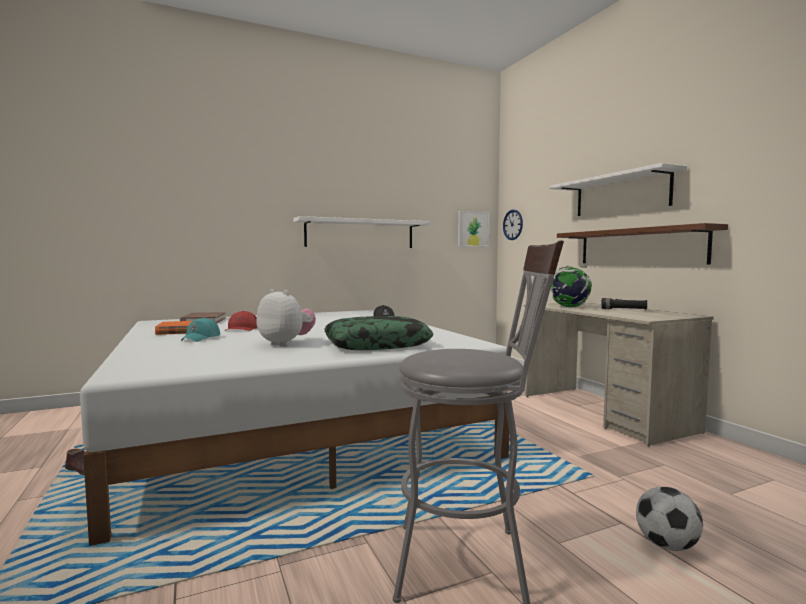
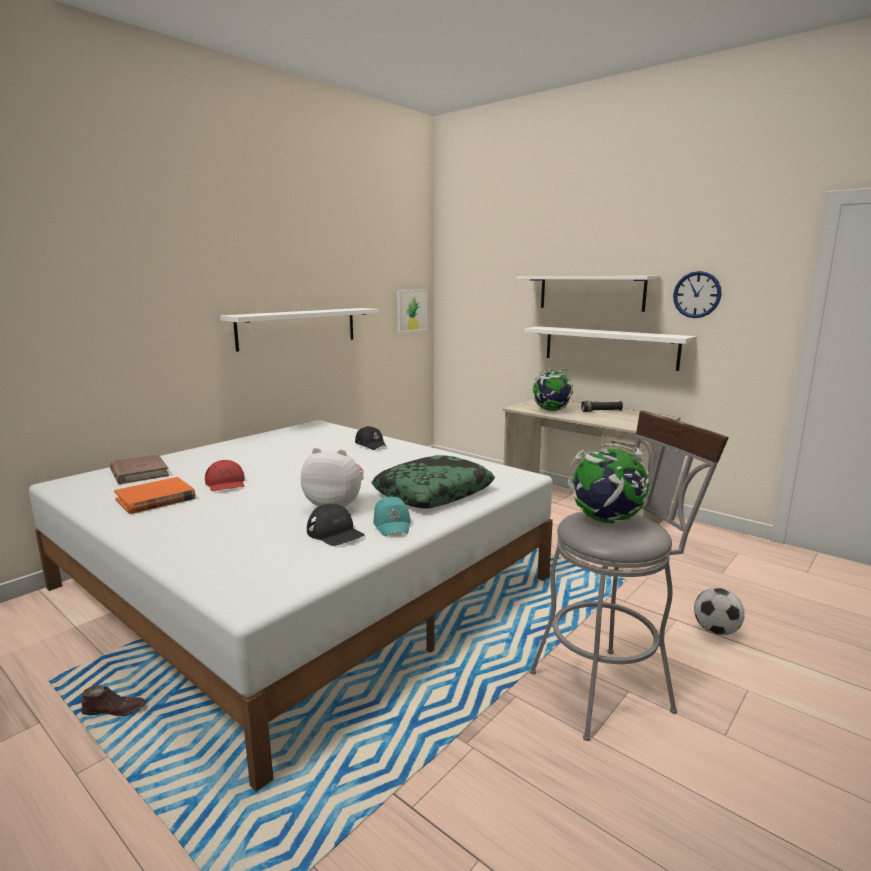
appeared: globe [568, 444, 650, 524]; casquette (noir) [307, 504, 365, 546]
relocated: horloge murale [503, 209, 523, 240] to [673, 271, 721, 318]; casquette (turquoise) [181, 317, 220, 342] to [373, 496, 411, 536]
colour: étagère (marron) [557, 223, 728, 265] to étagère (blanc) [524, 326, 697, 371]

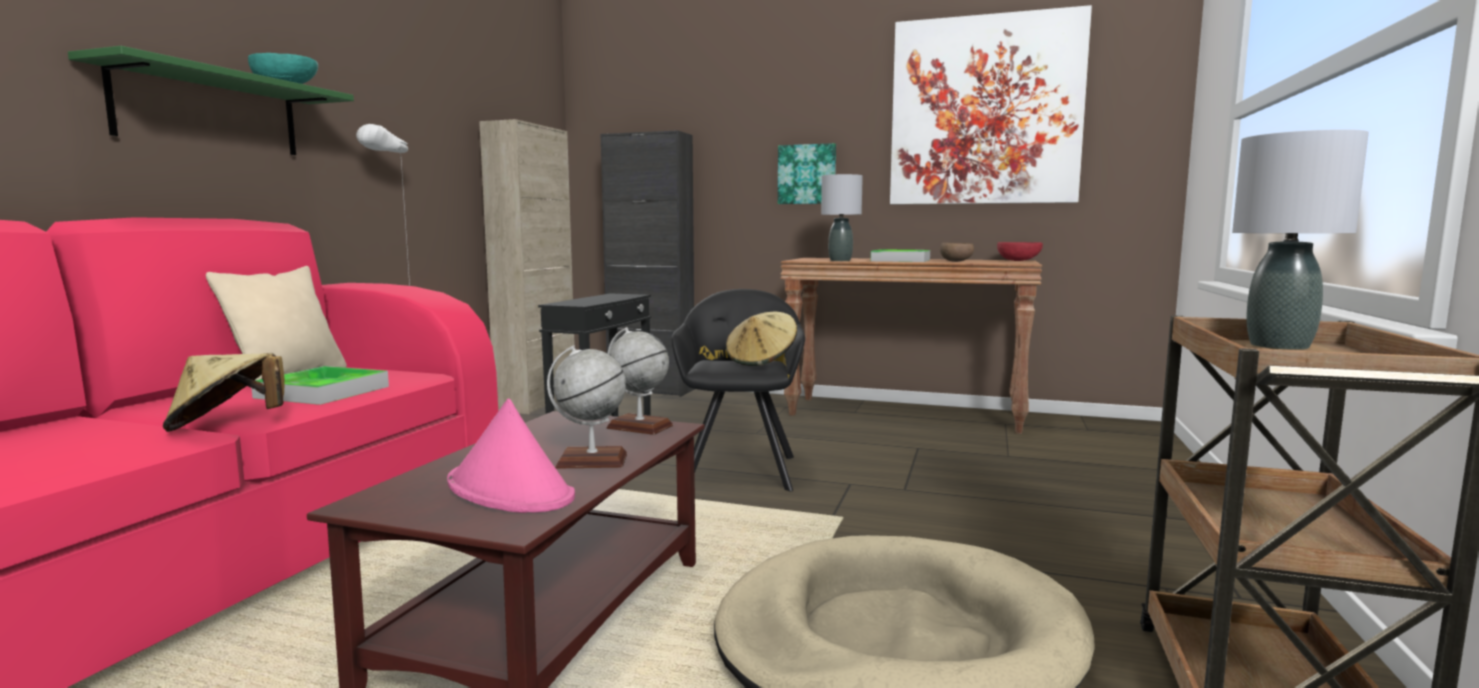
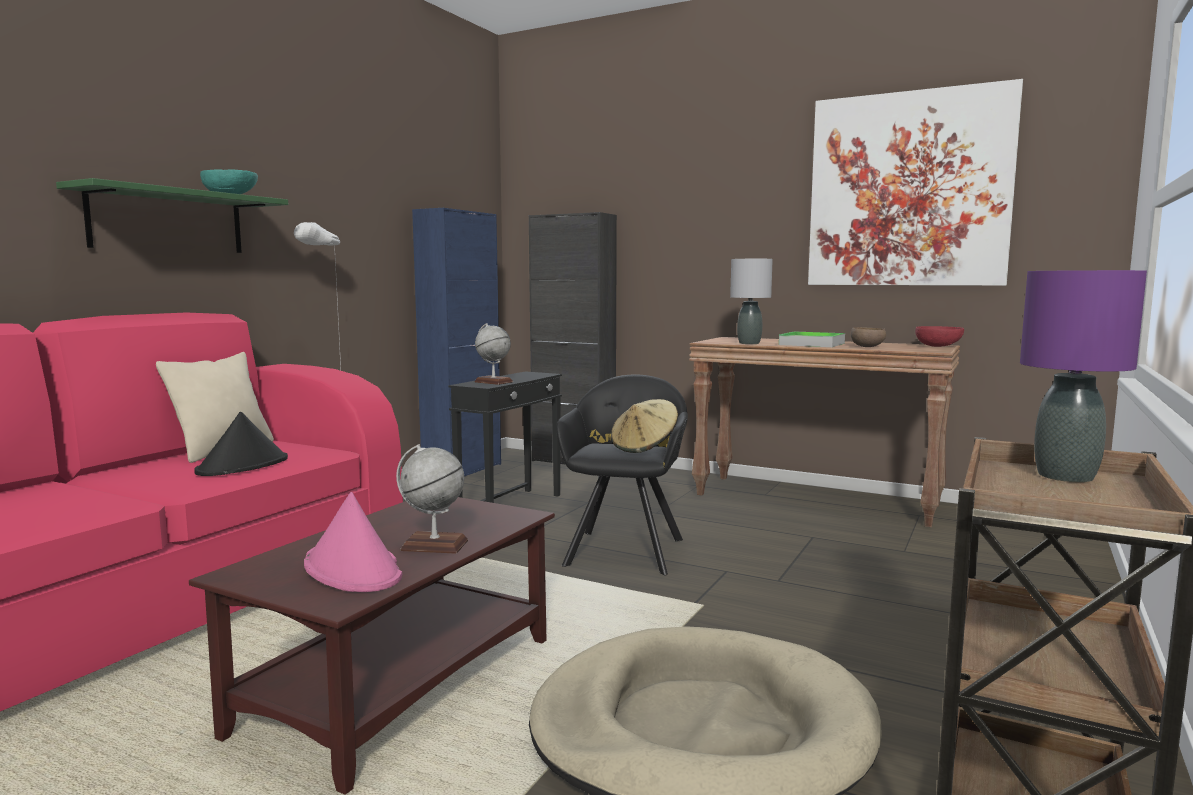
missing: tableau [778, 143, 836, 204]; chapeau (beige) [163, 353, 285, 432]
relocated: globe [606, 327, 673, 435] to [474, 323, 513, 385]
exchanged: plateau [252, 366, 389, 405] to chapeau (noir) [194, 412, 288, 476]
colour: meuble de rangement (beige) [479, 119, 575, 414] to meuble de rangement (bleu) [412, 208, 501, 476]; lampe de table (gris) [1232, 129, 1369, 350] to lampe de table (violet) [1020, 270, 1147, 482]

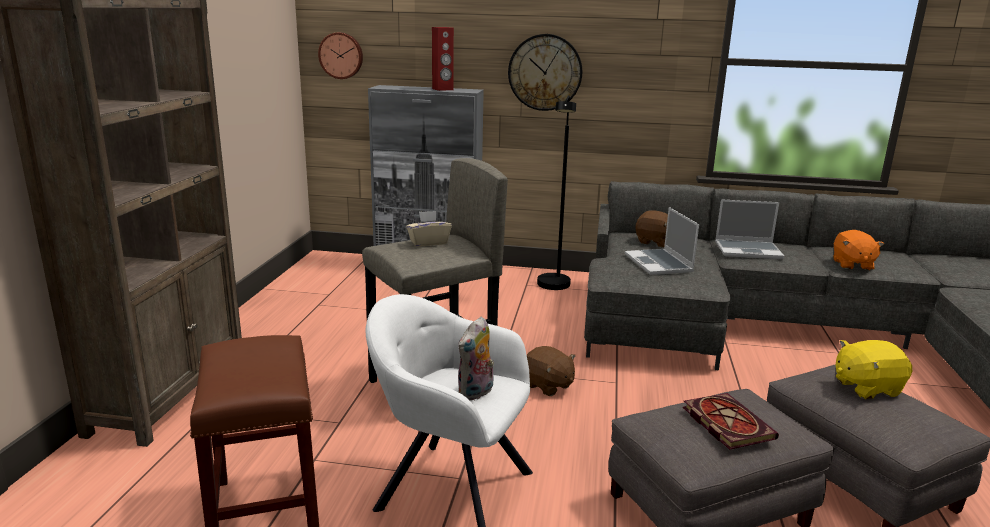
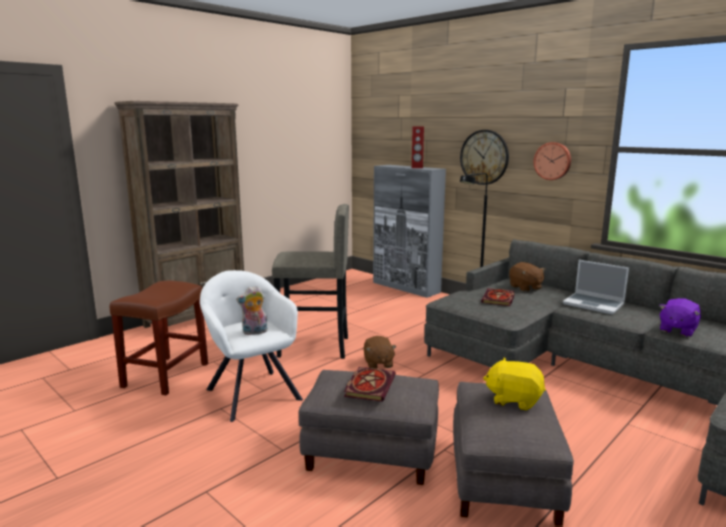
missing: boîte à mouchoirs (beige) [406, 211, 452, 247]
relocated: horloge murale [318, 32, 363, 79] to [533, 142, 571, 180]
exchanged: ordinateur portable [625, 207, 699, 275] to livre [481, 288, 514, 306]
colour: peluche (orange) [833, 230, 884, 270] to peluche (violet) [659, 298, 701, 337]

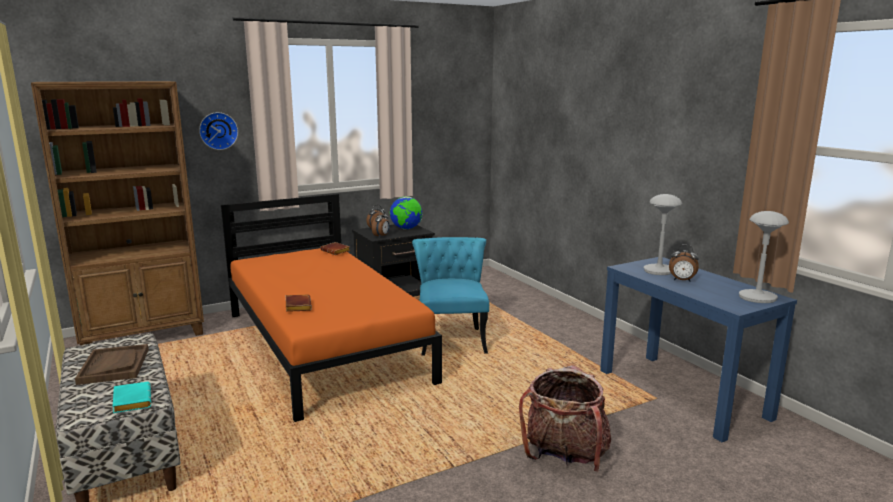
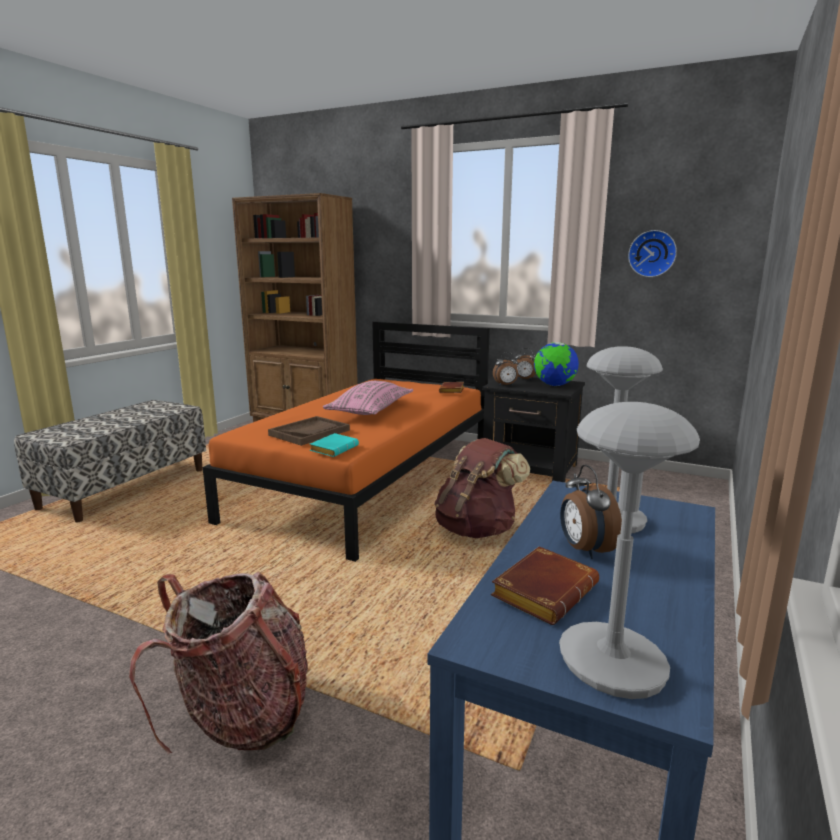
appeared: coussin (rose) [323, 381, 413, 415]
relocated: horloge murale [199, 112, 238, 150] to [628, 230, 677, 277]; livre (marron) [286, 295, 312, 312] to [491, 546, 599, 625]; plateau (marron) [75, 344, 149, 385] to [268, 416, 350, 446]; livre (turquoise) [113, 382, 151, 413] to [310, 433, 359, 457]
exchanged: chaise (turquoise) [412, 237, 489, 356] to sac à dos (marron) [434, 438, 530, 539]

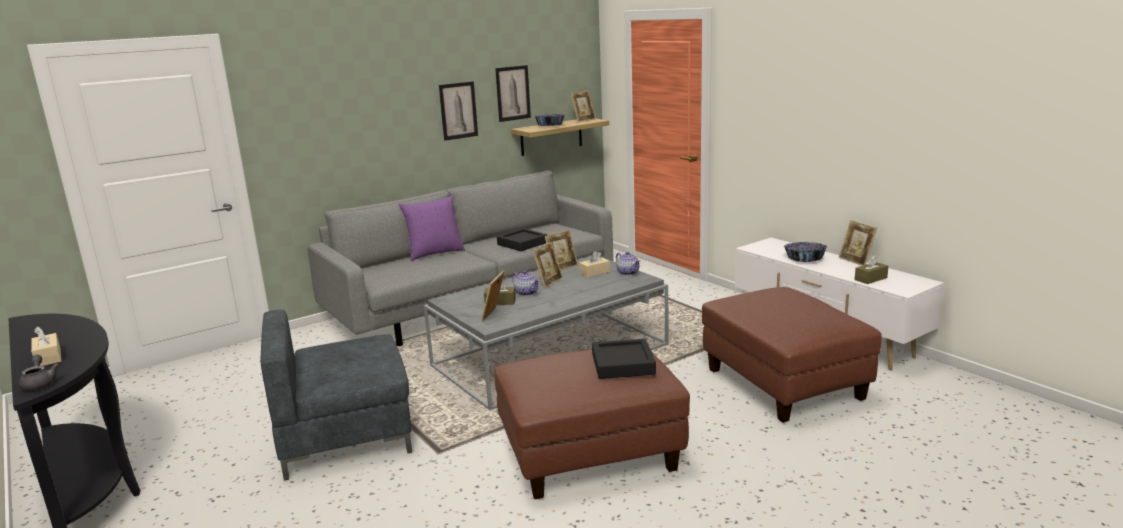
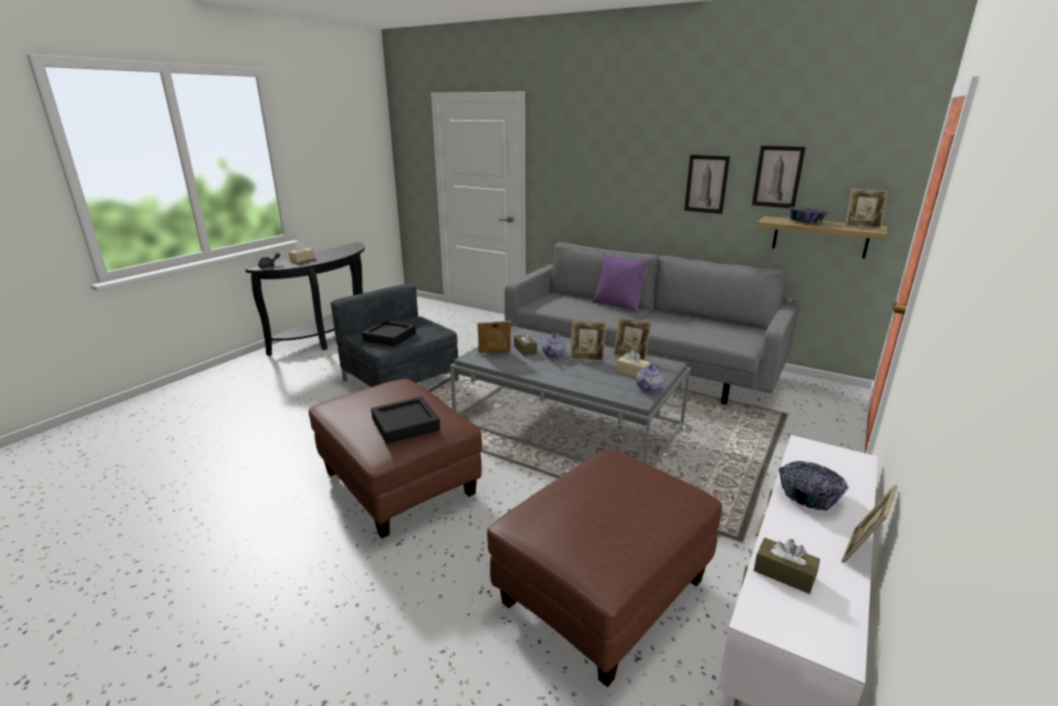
relocated: plateau (noir) [497, 228, 547, 251] to [362, 320, 416, 347]

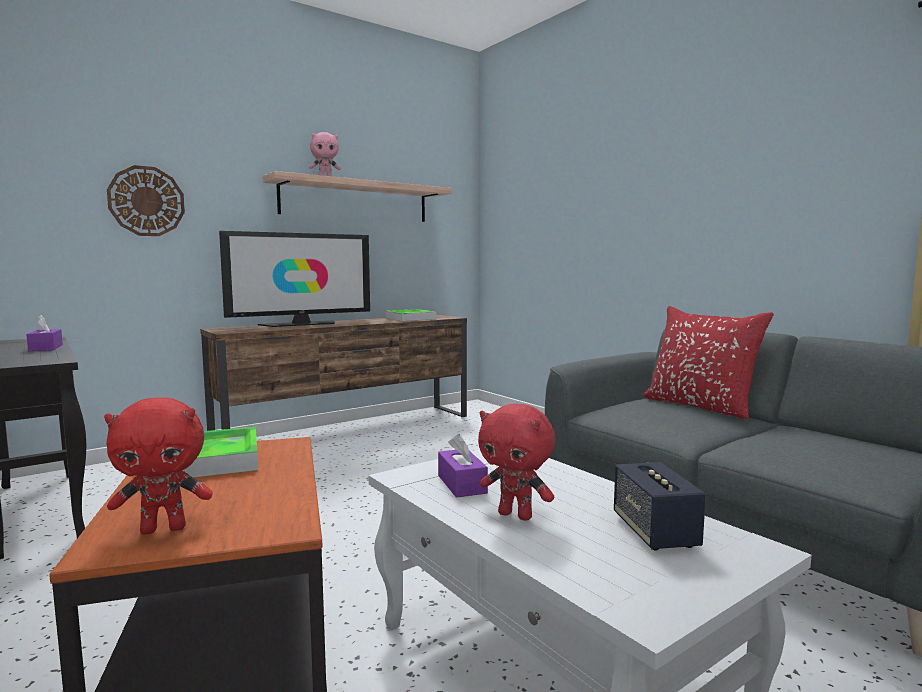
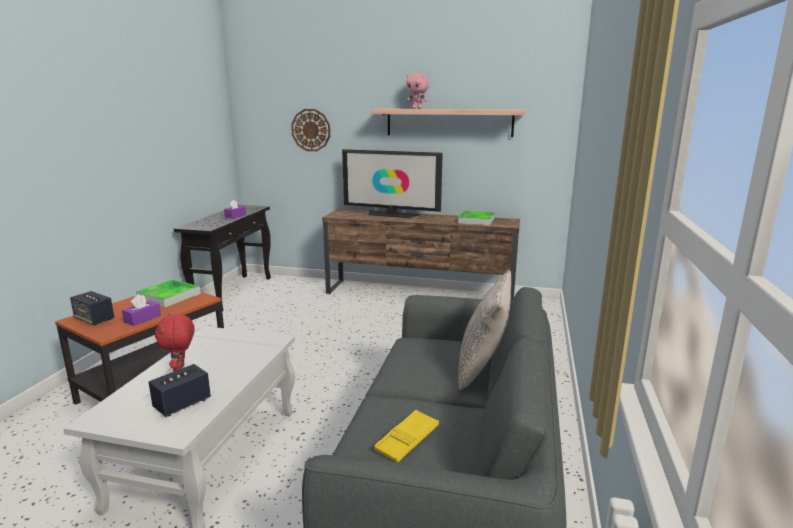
appeared: plateau (jaune) [374, 410, 439, 462]
relocated: boîte à mouchoirs (violet) [438, 434, 488, 498] to [122, 294, 161, 326]
exchanged: peluche (rouge) [104, 397, 213, 534] to enceinte [70, 291, 114, 325]
colour: coussin (rouge) [643, 306, 774, 419] to coussin (gris) [458, 270, 511, 390]

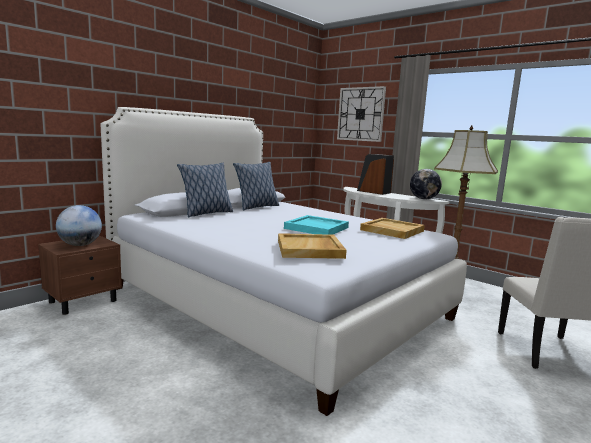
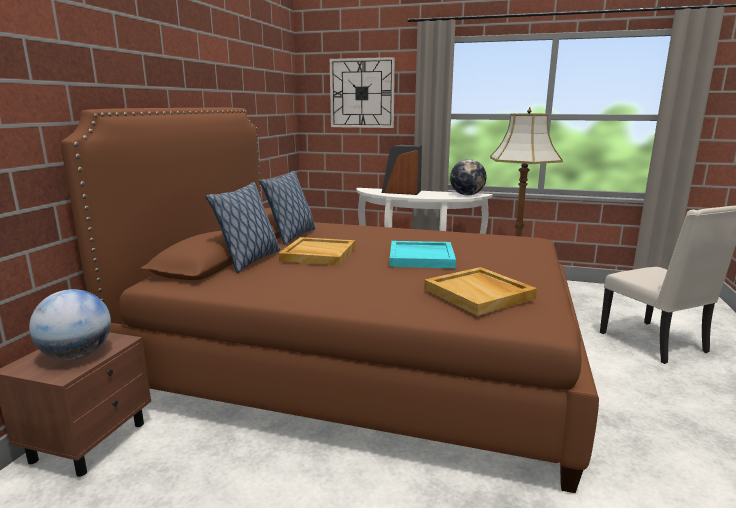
relocated: plateau (beige) [360, 218, 425, 239] to [279, 237, 355, 266]
colour: lit (blanc) [101, 107, 467, 416] to lit (marron) [60, 108, 599, 493]

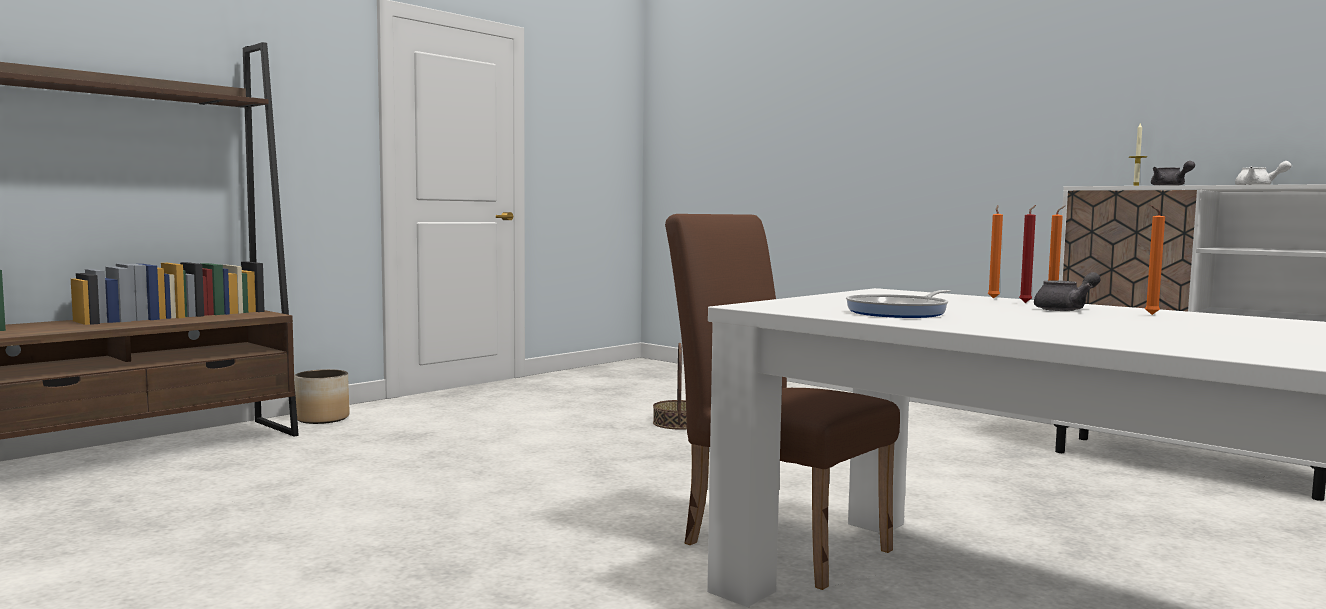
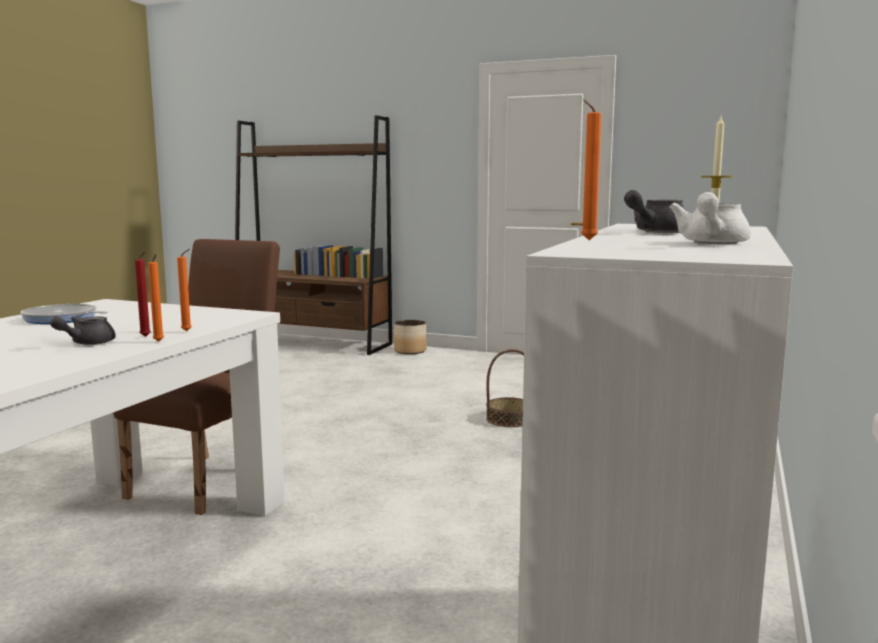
relocated: bougie (orange) [1145, 205, 1165, 315] to [581, 100, 601, 240]
spun: théière (gris) [1034, 272, 1101, 311] = [50, 316, 116, 345] 75 degrees clockwise

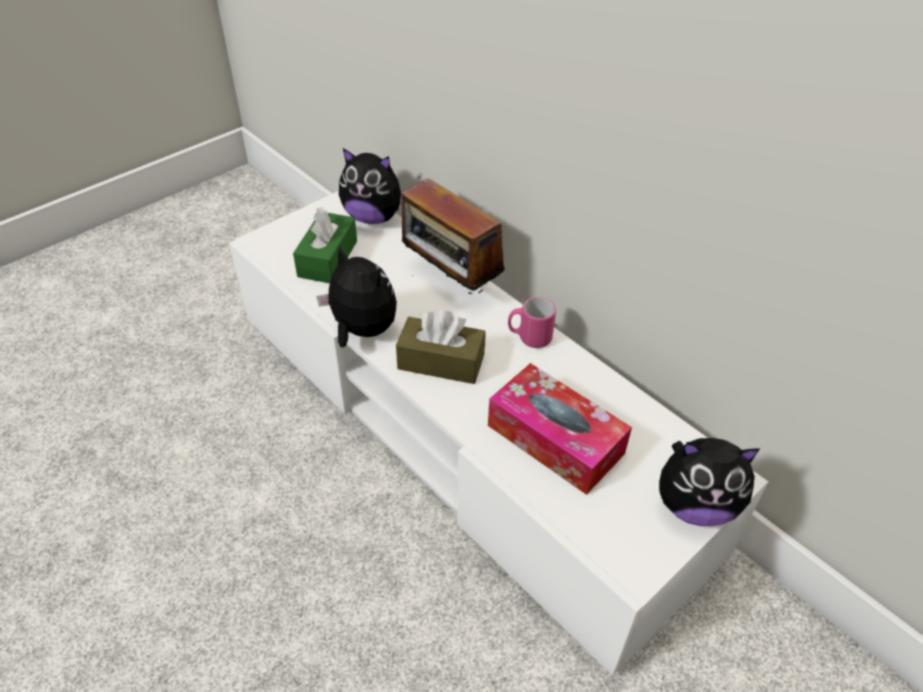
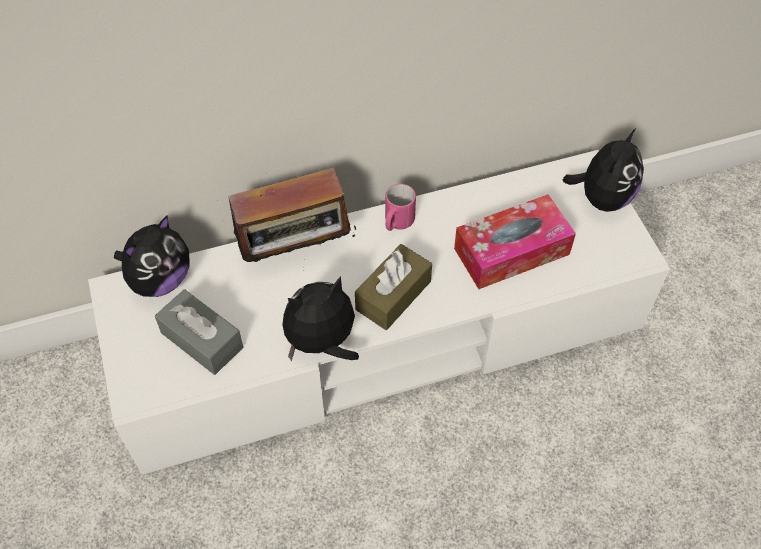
colour: boîte à mouchoirs (vert) [293, 207, 357, 283] to boîte à mouchoirs (gris) [155, 289, 243, 375]

